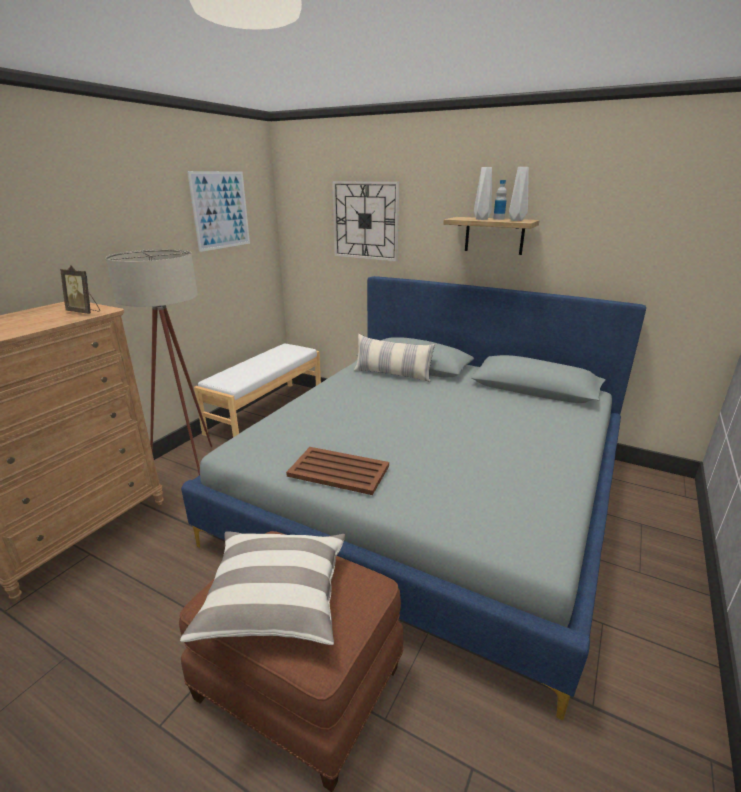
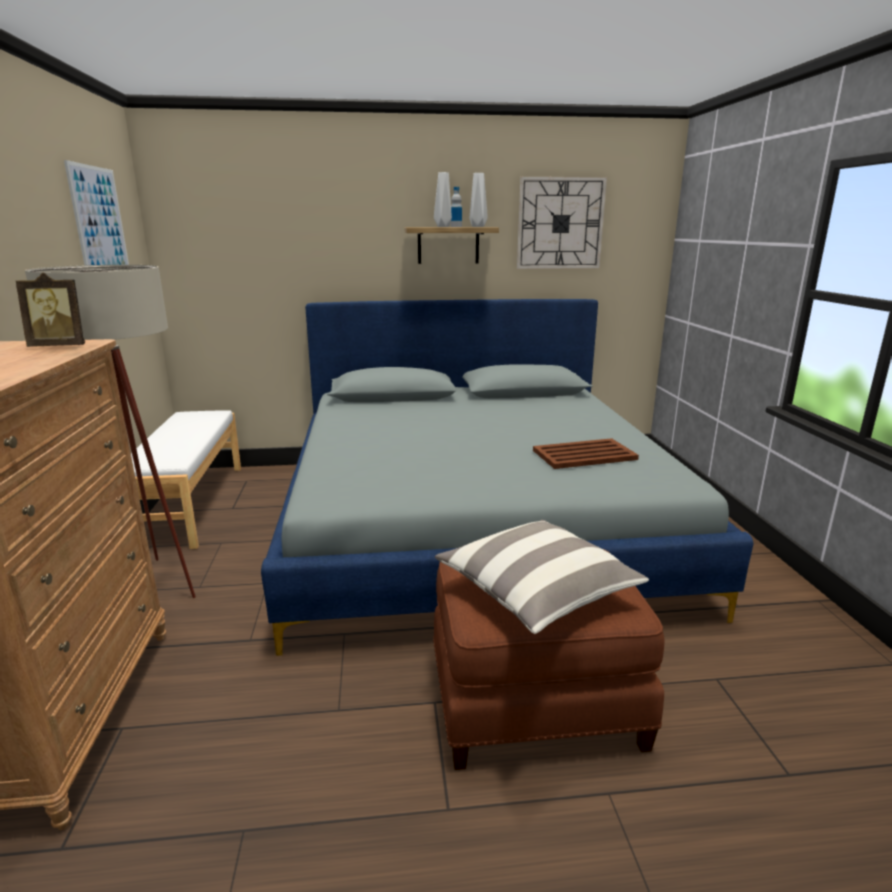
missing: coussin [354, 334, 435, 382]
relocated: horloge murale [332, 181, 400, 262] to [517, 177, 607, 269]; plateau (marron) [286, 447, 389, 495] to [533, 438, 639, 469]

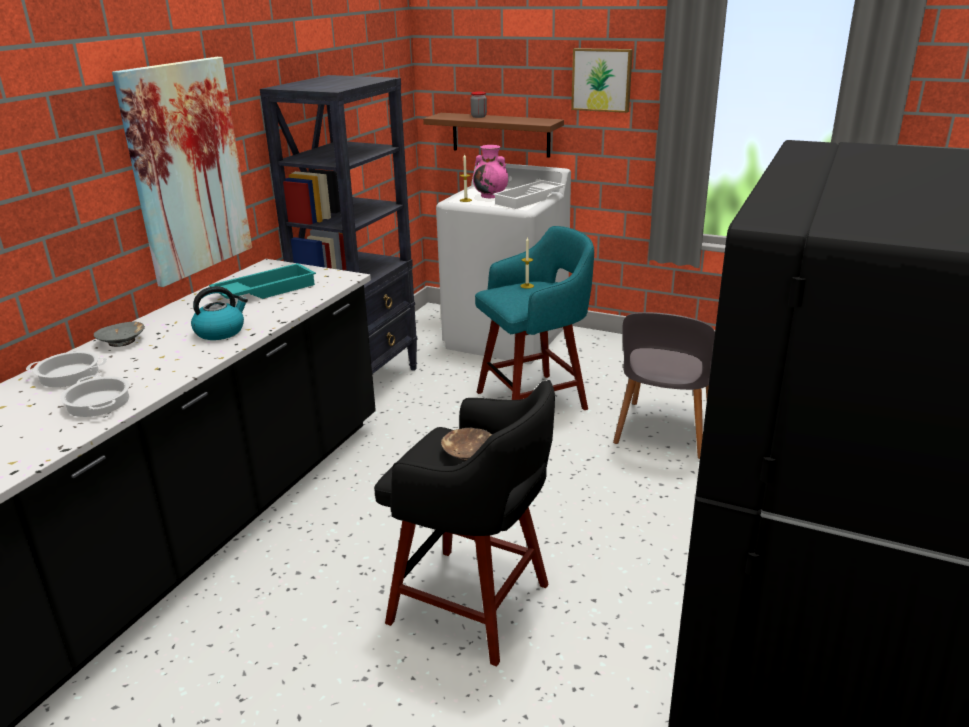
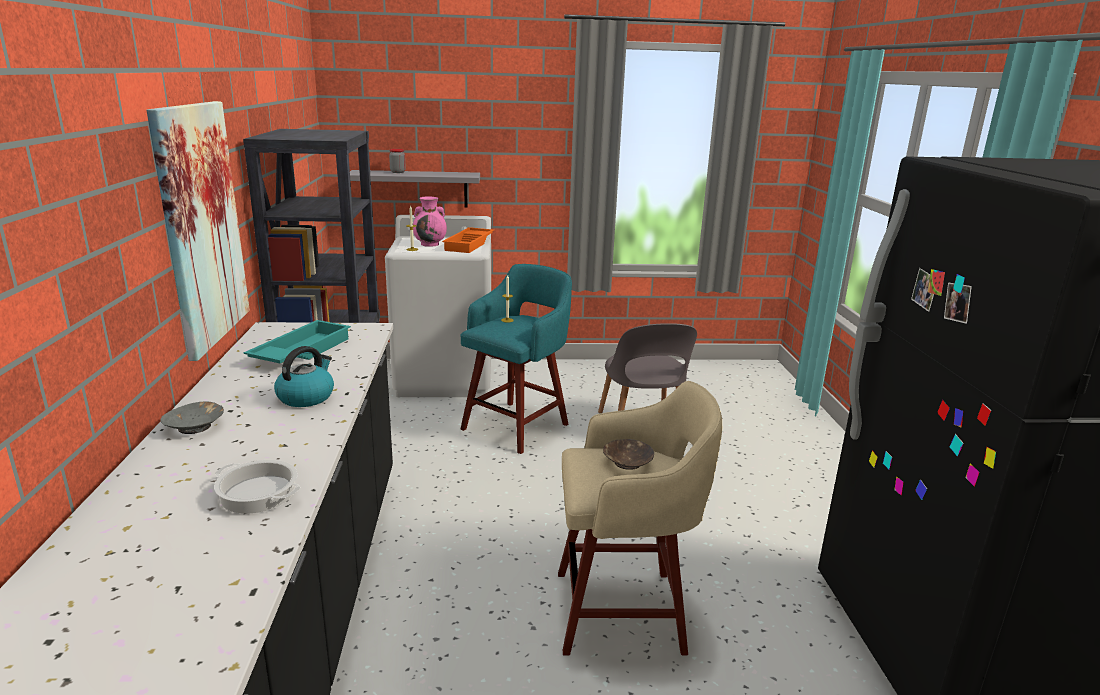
missing: tableau [571, 48, 633, 113]; marmite [26, 351, 107, 387]
colour: étagère (marron) [423, 113, 564, 158] to étagère (gris) [350, 170, 480, 208]; plateau (blanc) [493, 180, 565, 209] to plateau (orange) [442, 227, 494, 253]; tabouret (noir) [374, 380, 555, 666] to tabouret (beige) [558, 381, 722, 655]

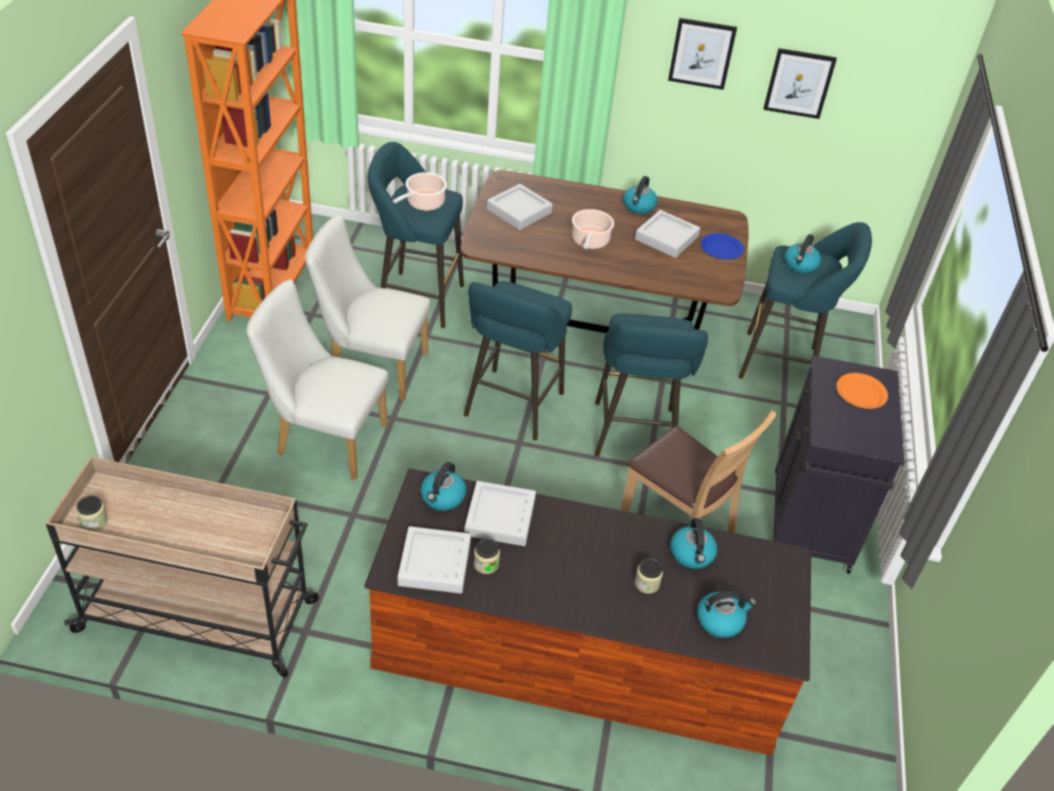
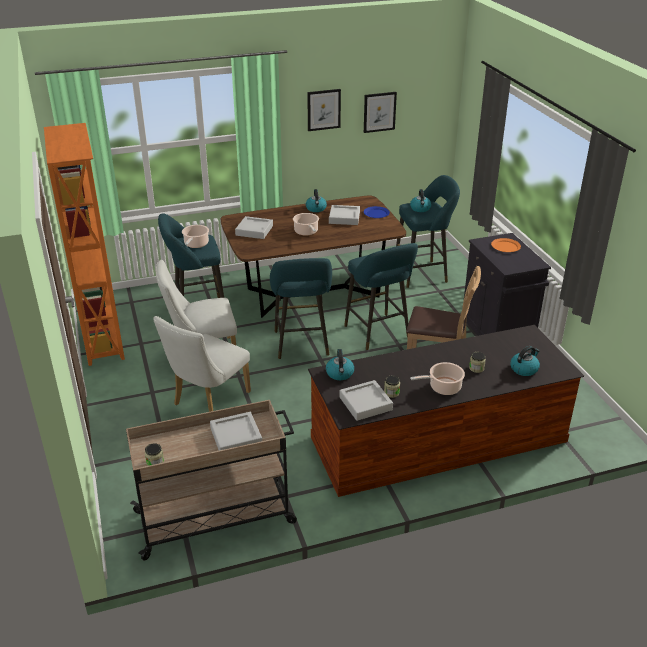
missing: bouilloire [670, 518, 717, 569]
appeared: marmite [410, 362, 465, 395]
relocated: plateau (gris) [464, 481, 536, 546] to [210, 412, 262, 450]
spun: chaise (blanc) [246, 279, 388, 480] = [153, 316, 251, 412] 45 degrees counterclockwise

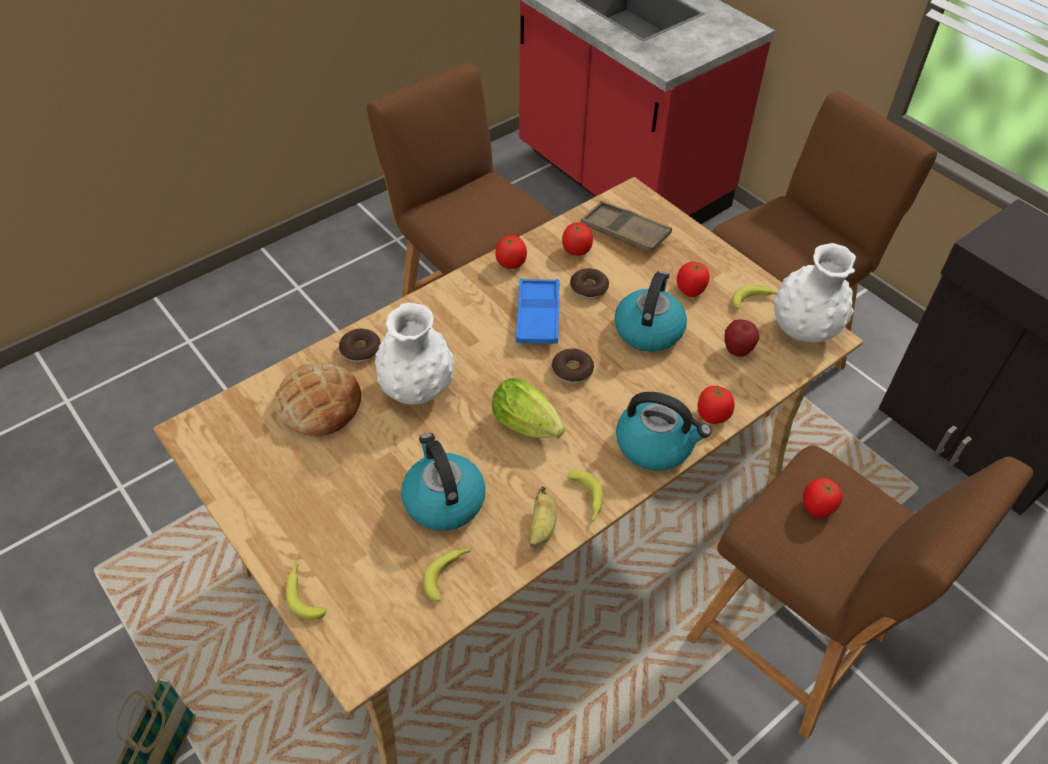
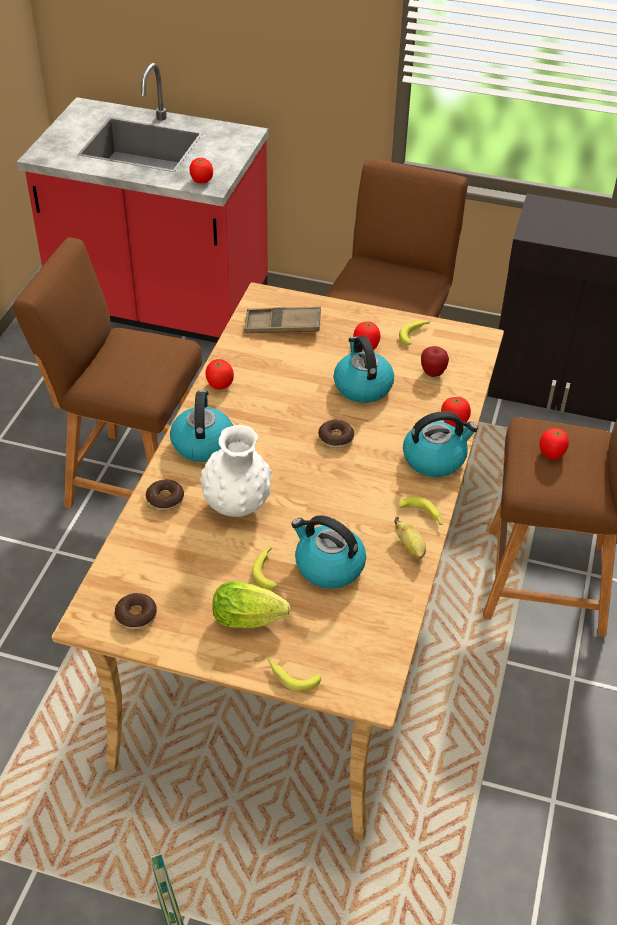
missing: vase (blanc) [774, 243, 856, 343]; plateau (bleu) [516, 279, 560, 344]; pain [274, 363, 361, 436]
appeared: bouilloire [170, 390, 233, 462]
relocated: tomate [562, 222, 593, 256] to [189, 158, 213, 183]; beignet [570, 268, 609, 300] to [114, 593, 157, 629]; laitue [492, 378, 565, 438] to [212, 581, 291, 628]; banane [423, 547, 471, 602] to [252, 545, 278, 590]

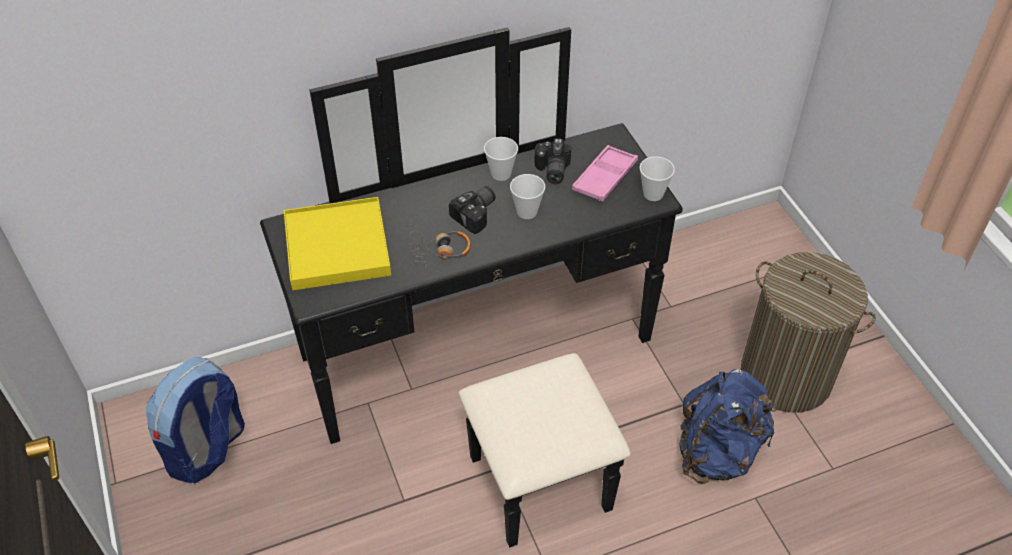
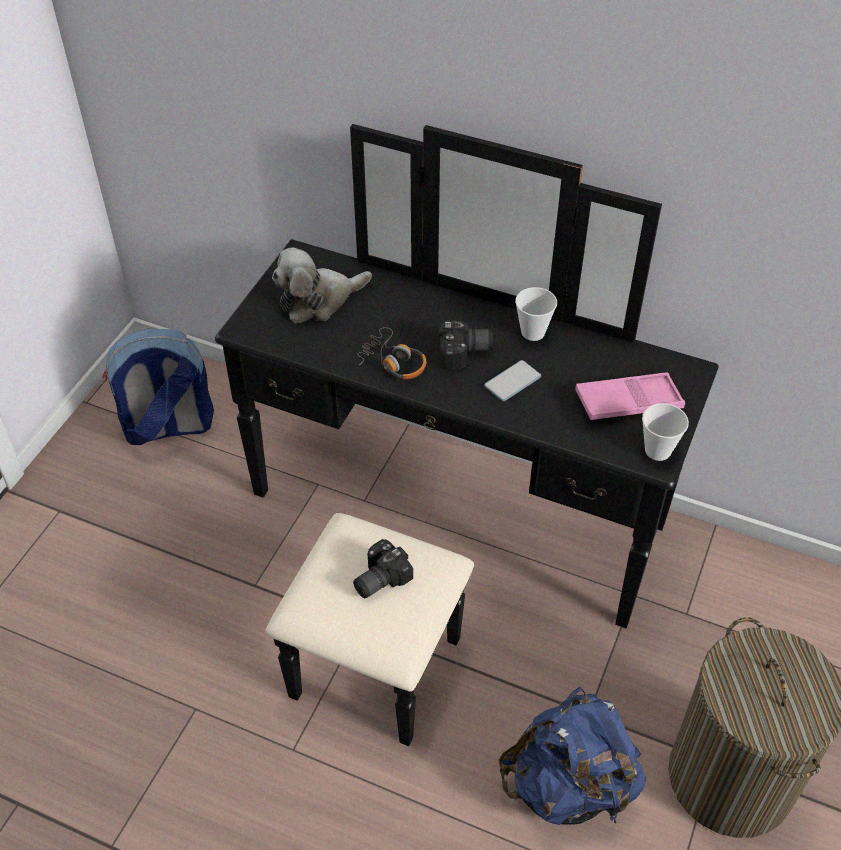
relocated: appareil photo [534, 138, 571, 184] to [353, 539, 413, 598]
exchanged: tasse [510, 174, 546, 219] to téléphone [484, 360, 541, 401]; plateau (jaune) [284, 197, 391, 290] to peluche [272, 247, 372, 323]

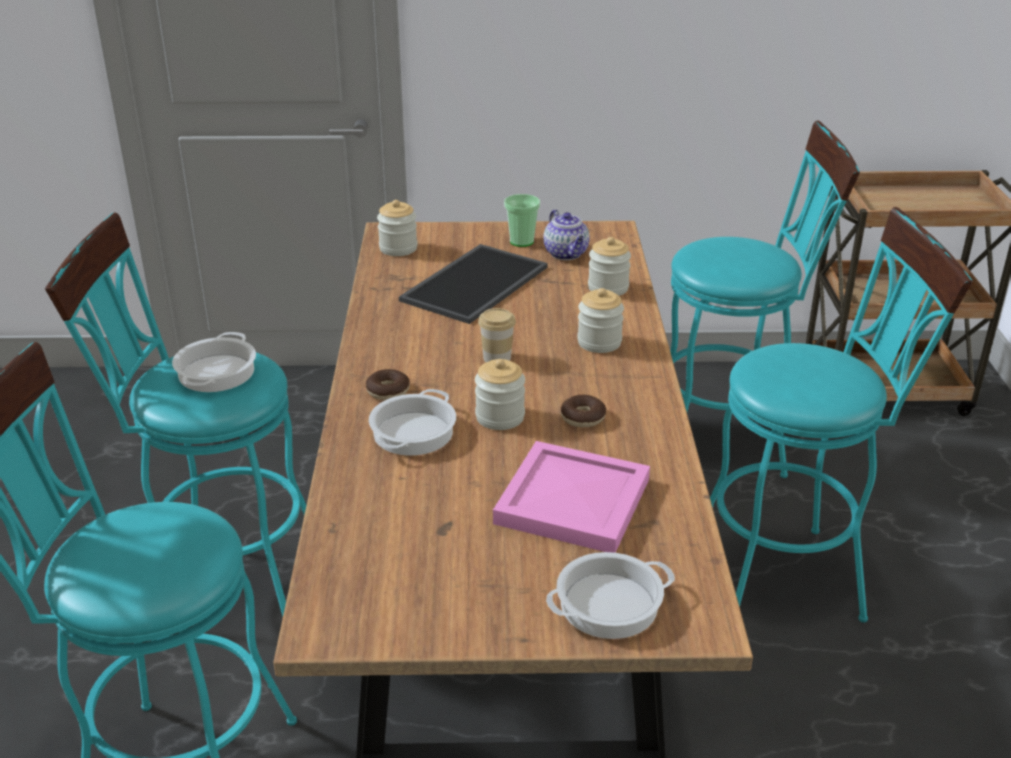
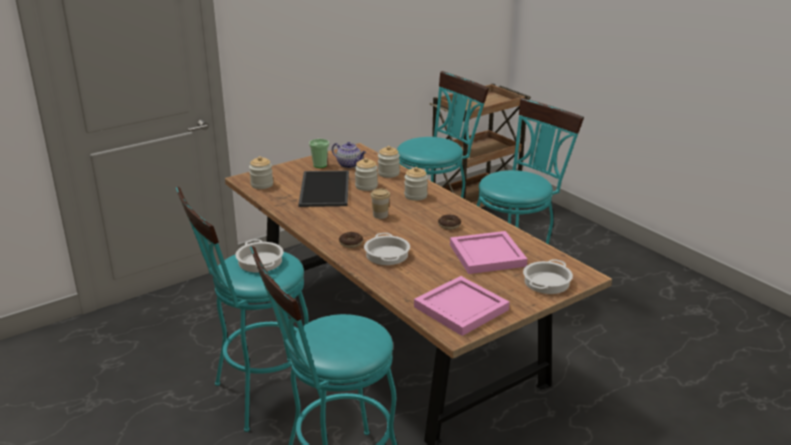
appeared: plateau (rose) [414, 276, 510, 336]
relocated: bocal [475, 359, 525, 430] to [355, 158, 378, 191]

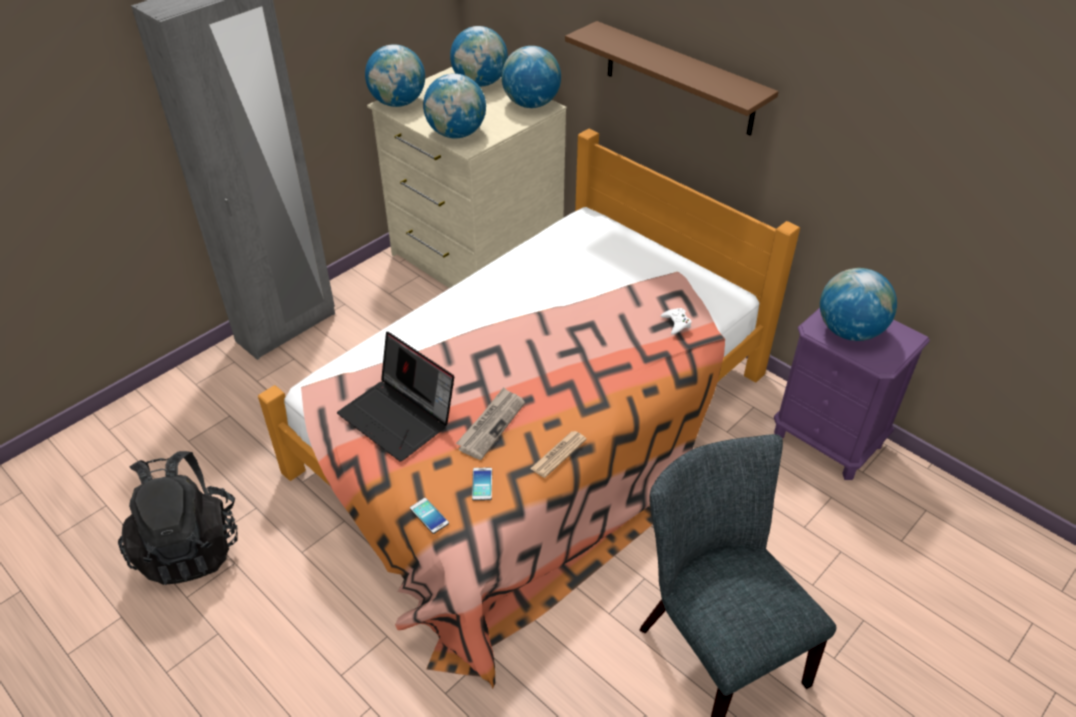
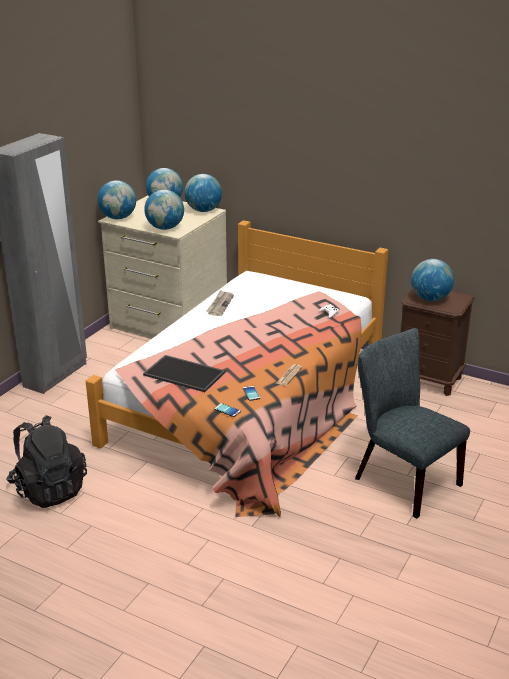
missing: étagère (marron) [565, 21, 779, 136]
relocated: journal [456, 387, 525, 460] to [206, 290, 234, 316]
exchanged: ordinateur portable [337, 332, 454, 462] to plateau [143, 355, 225, 392]
colour: table de chevet (violet) [774, 308, 930, 480] to table de chevet (marron) [401, 289, 475, 396]

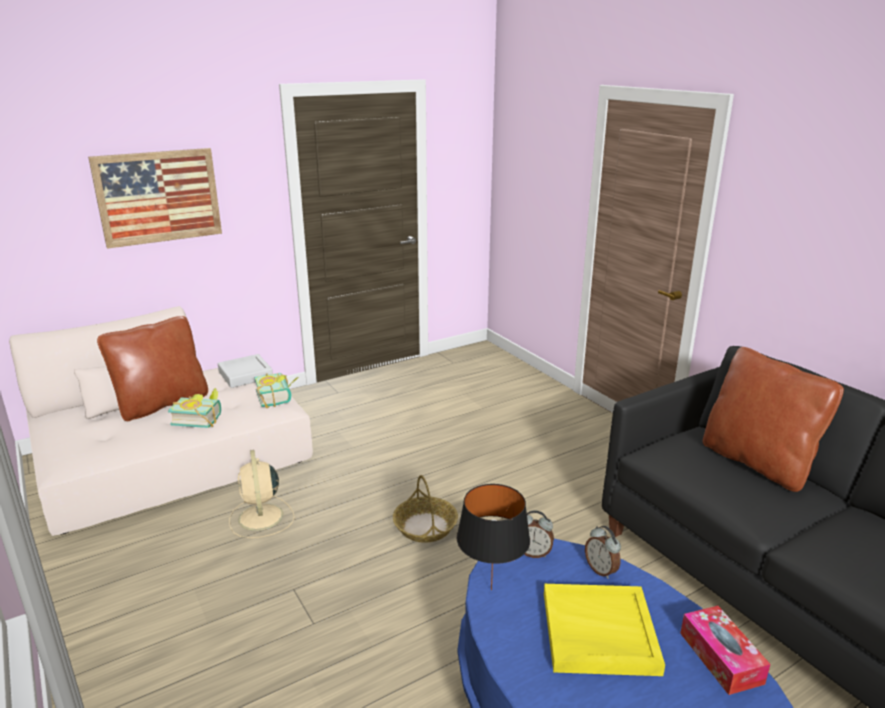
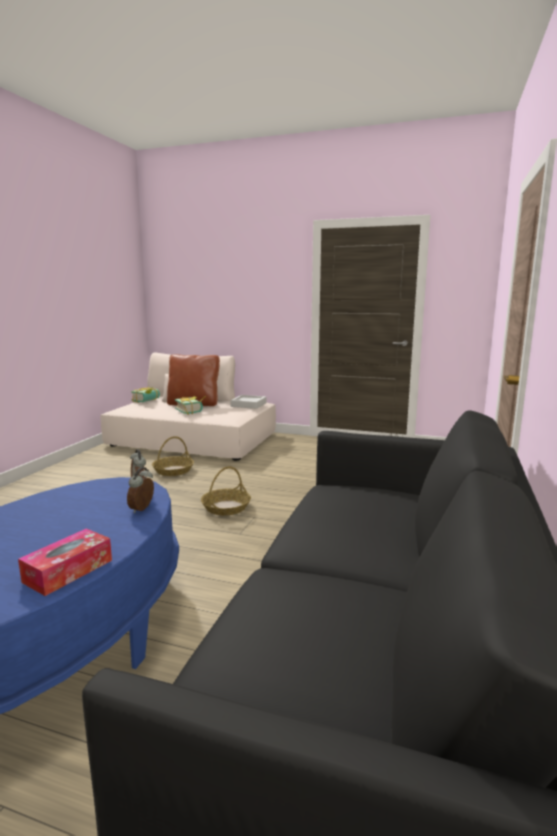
missing: tableau [88, 148, 222, 249]; coussin (marron) [703, 347, 844, 492]; lampe de table (noir) [457, 484, 530, 591]; plateau (jaune) [544, 584, 665, 676]
relocated: livre [254, 373, 299, 408] to [131, 387, 160, 403]
exchanged: ventilateur (beige) [229, 450, 295, 538] to panier [152, 436, 194, 476]

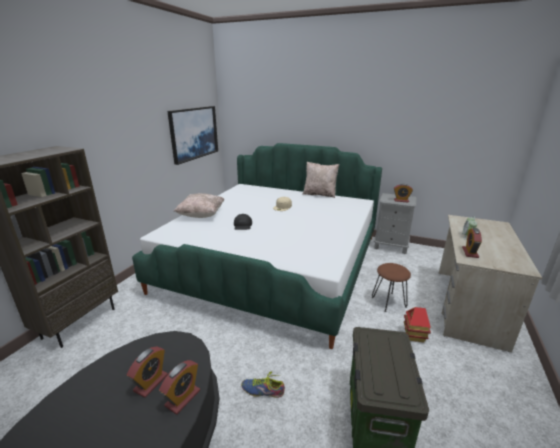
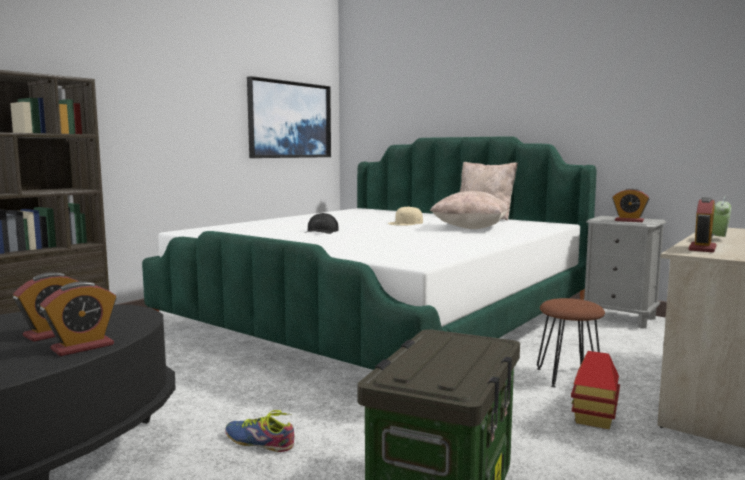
relocated: coussin (beige) [174, 193, 224, 218] to [430, 191, 510, 229]

